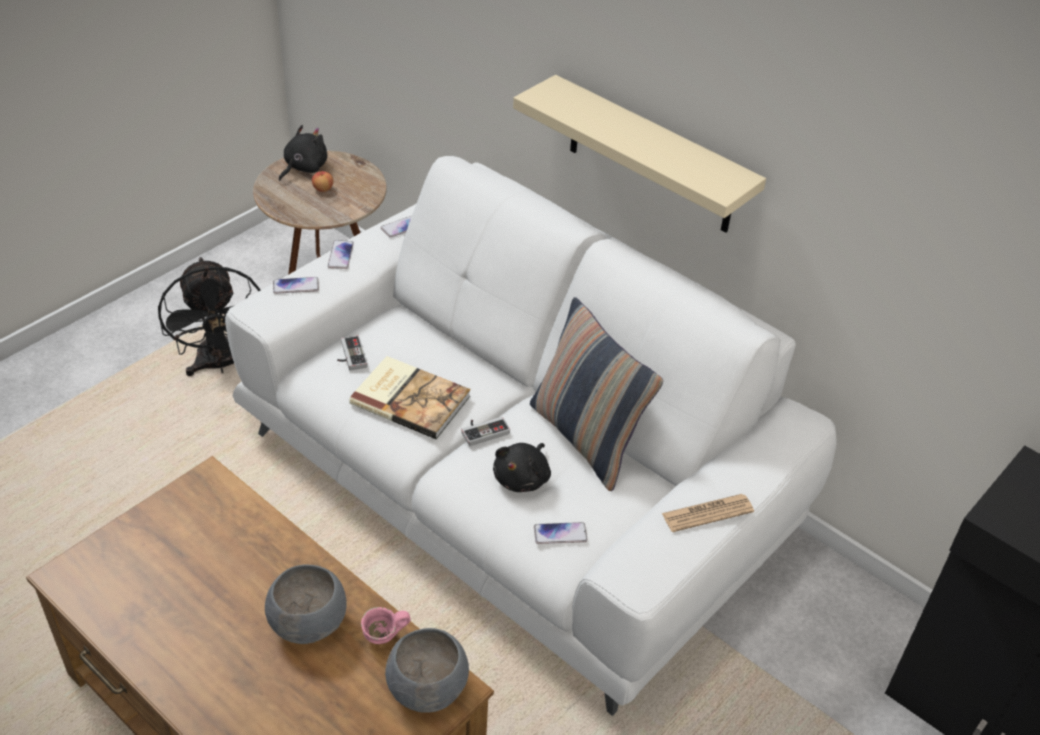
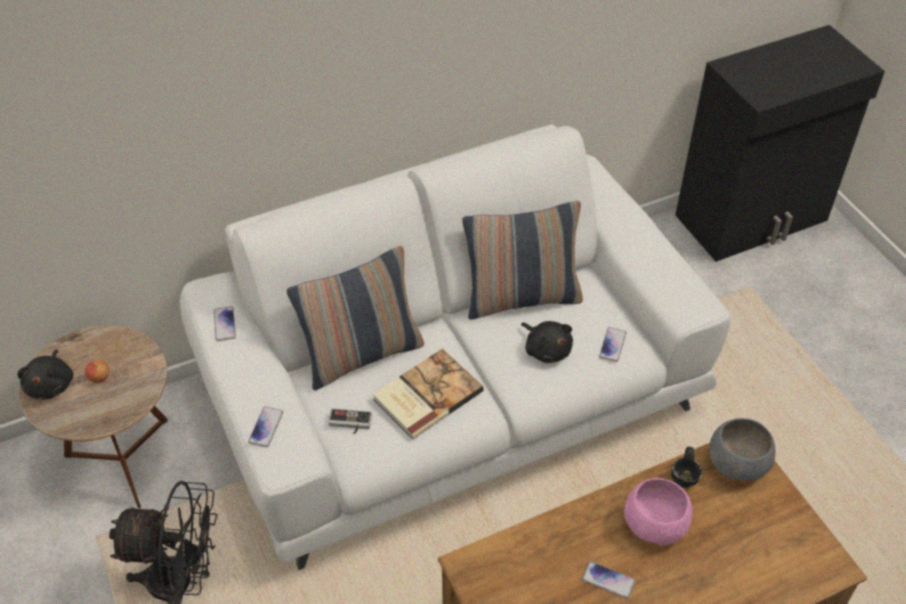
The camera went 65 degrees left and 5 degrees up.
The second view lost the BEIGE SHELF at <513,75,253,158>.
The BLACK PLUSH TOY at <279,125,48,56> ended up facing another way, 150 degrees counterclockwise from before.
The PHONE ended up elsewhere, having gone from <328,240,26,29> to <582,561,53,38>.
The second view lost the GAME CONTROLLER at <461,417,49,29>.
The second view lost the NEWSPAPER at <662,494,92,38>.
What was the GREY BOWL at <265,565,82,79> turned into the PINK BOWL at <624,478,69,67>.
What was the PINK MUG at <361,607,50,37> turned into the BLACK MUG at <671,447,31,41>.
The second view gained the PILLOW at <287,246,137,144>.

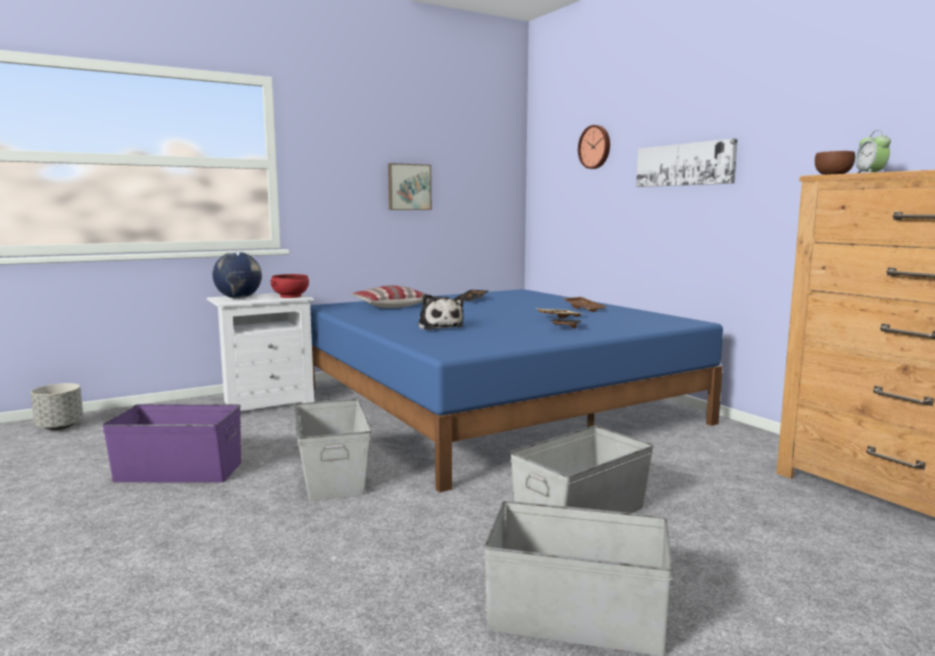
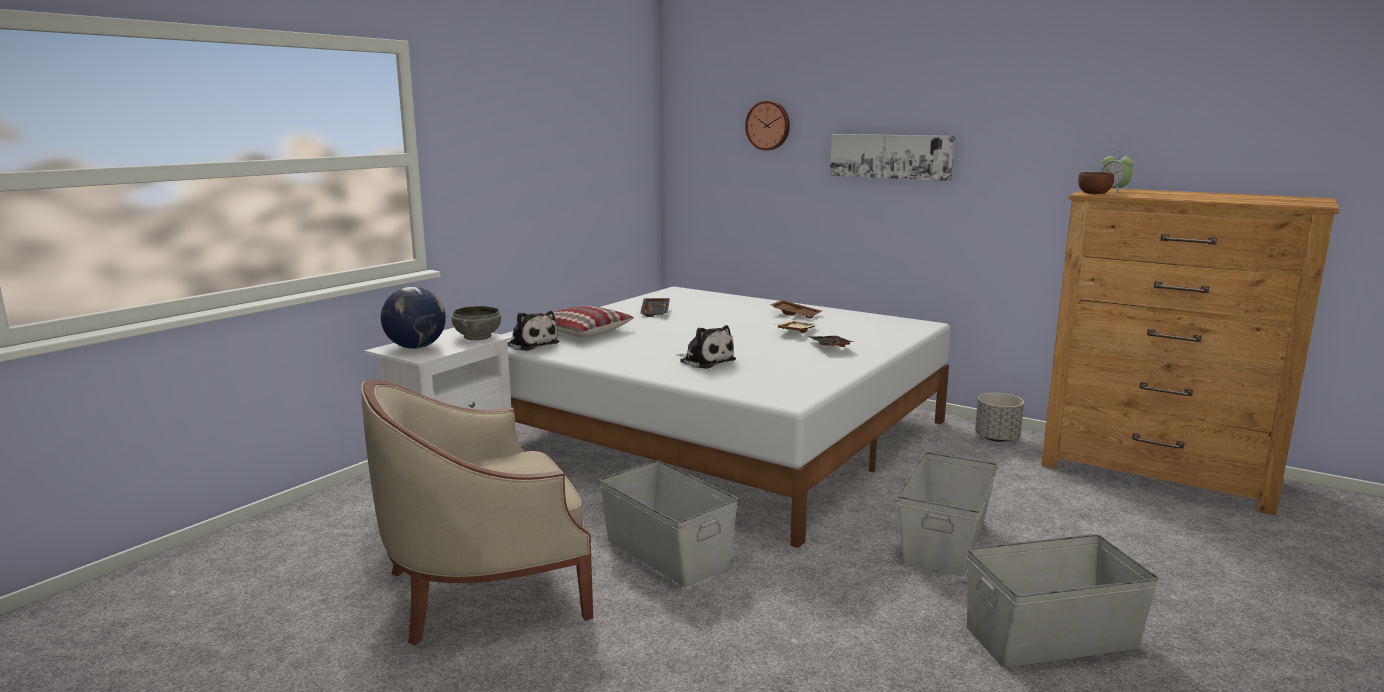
The camera went 25 degrees left and 5 degrees up.
The second view lost the PICTURE at <388,163,44,47>.
What was the RED BOWL at <271,274,38,24> turned into the GREY BOWL at <452,306,49,34>.
What was the BLUE BED at <310,289,413,204> turned into the WHITE BED at <501,286,449,262>.
The GREY PLANTER ended up elsewhere, having gone from <31,383,53,47> to <975,393,49,49>.
Where the PURPLE STORAGE BOX stood at <102,404,139,79>, the BEIGE ARMCHAIR came to stand at <361,379,232,266>.
The second view gained the PLUSH TOY at <508,311,51,40>.

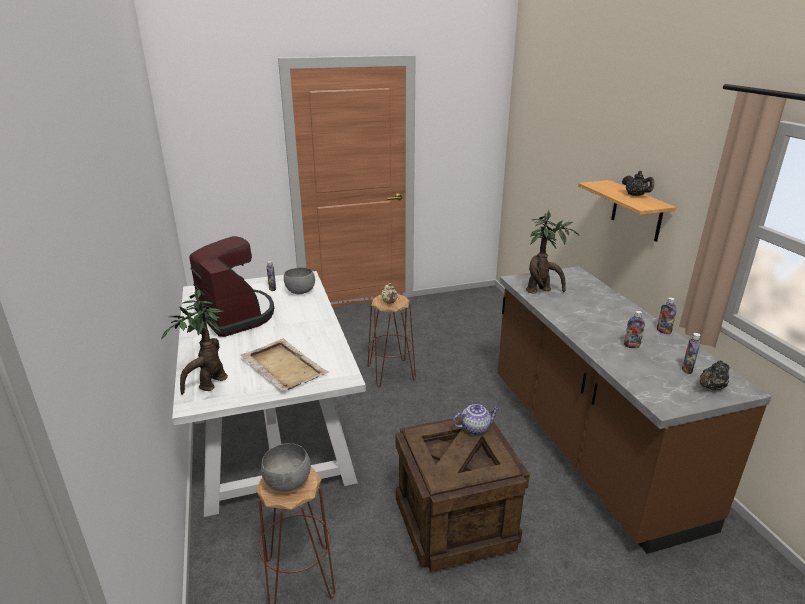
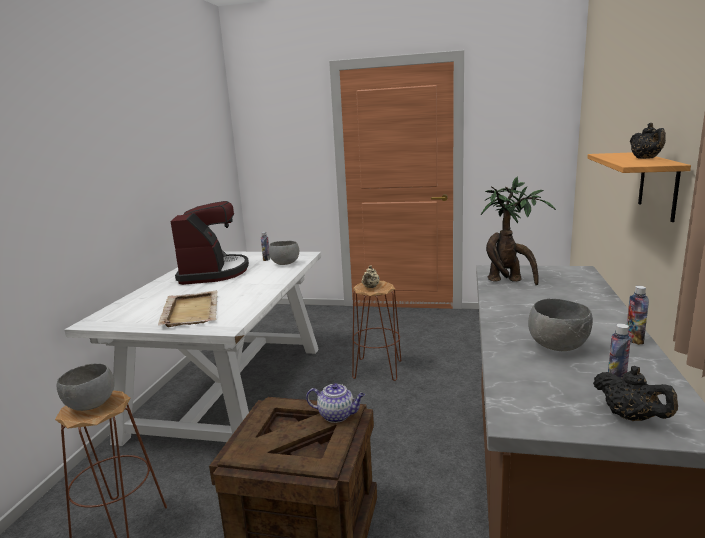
The camera went 30 degrees right and 10 degrees down.
The second view lost the POTTED PLANT at <161,289,67,106>.
Where the BOTTLE stood at <624,311,21,37>, the GREY BOWL came to stand at <528,299,65,52>.
The BLACK TEAPOT at <700,361,30,30> ended up facing another way, 120 degrees counterclockwise from before.

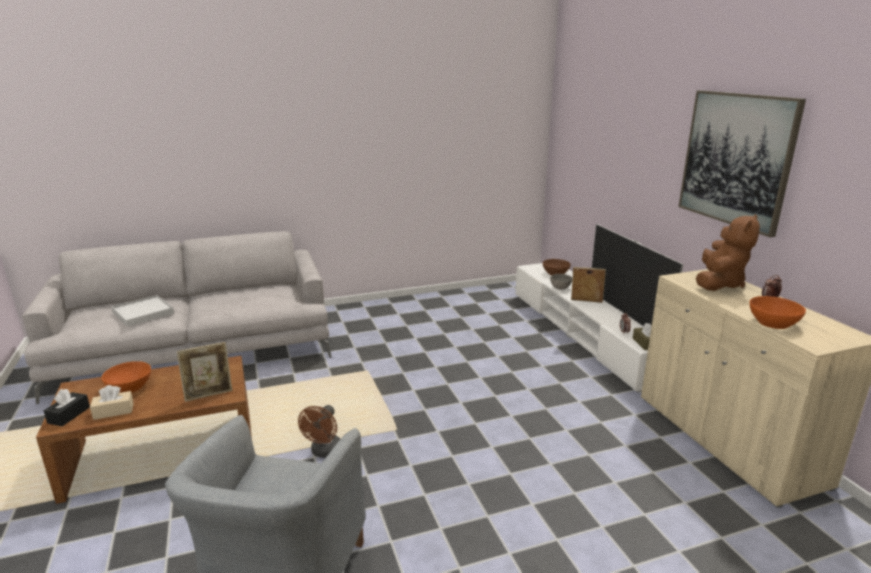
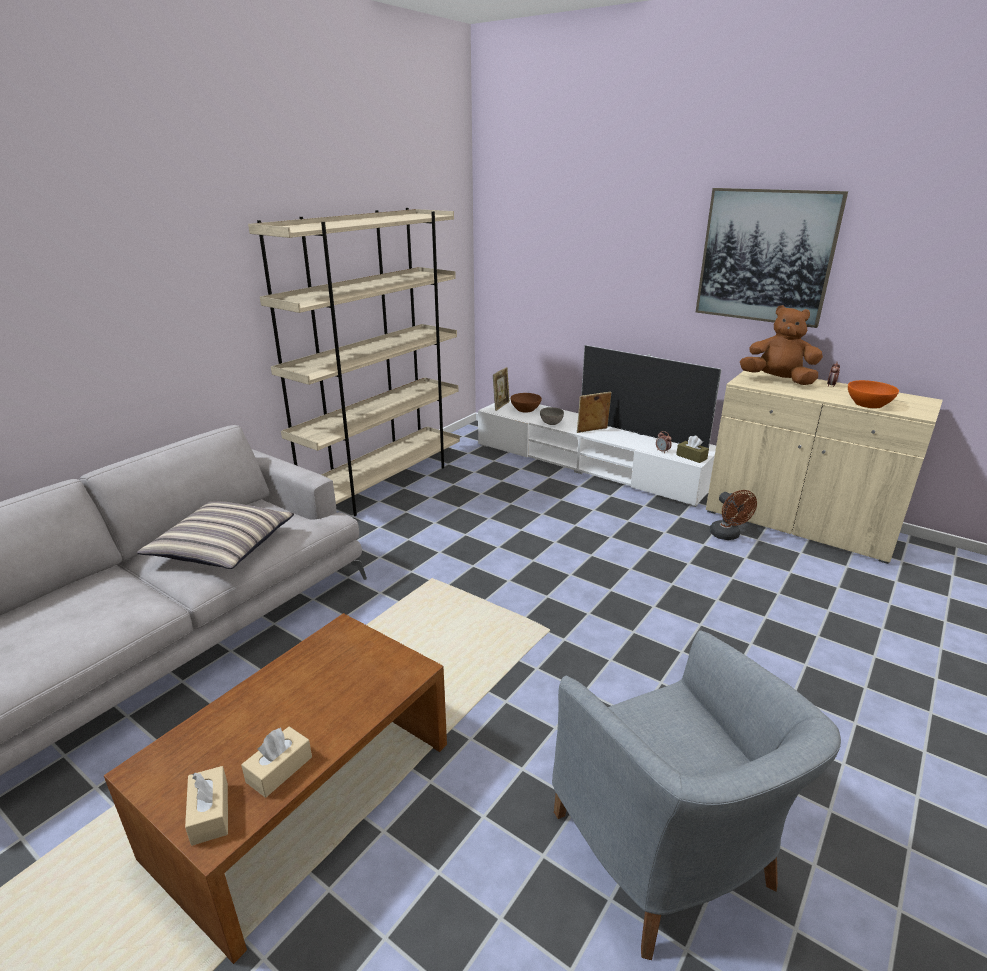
The camera went 35 degrees left and 5 degrees up.
The BROWN PLUSH TOY at <696,214,64,77> ended up facing another way, 60 degrees counterclockwise from before.
The second view lost the WHITE TRAY at <112,295,62,32>.
The PICTURE FRAME ended up elsewhere, having gone from <177,342,55,60> to <493,367,17,44>.
The second view lost the ORANGE BOWL at <101,361,50,32>.
What was the BLACK TISSUE BOX at <44,389,46,37> turned into the BEIGE TISSUE BOX at <185,766,43,80>.
The BROWN FAN ended up elsewhere, having gone from <298,405,42,53> to <710,490,47,50>.
The second view gained the BEIGE BOOKCASE at <248,208,212,308>.
The second view gained the PILLOW at <137,501,157,68>.

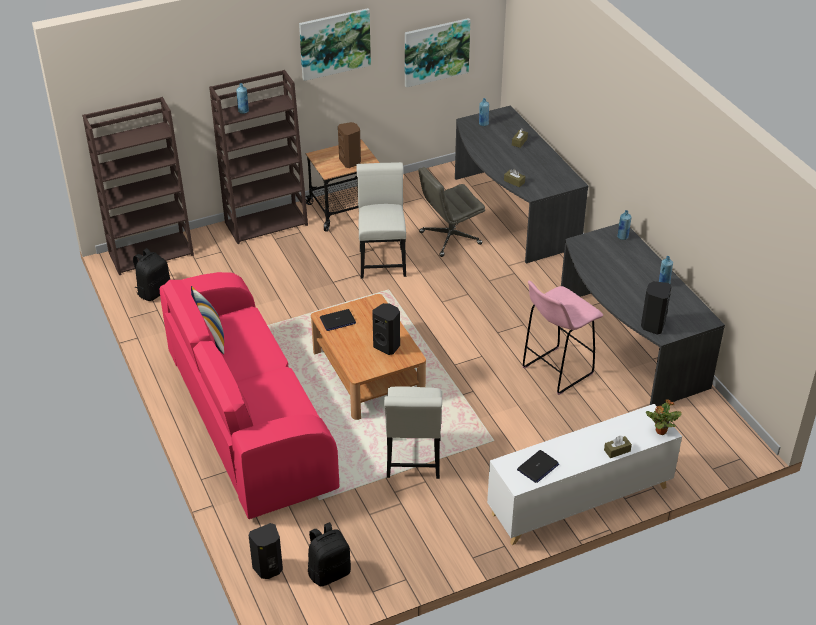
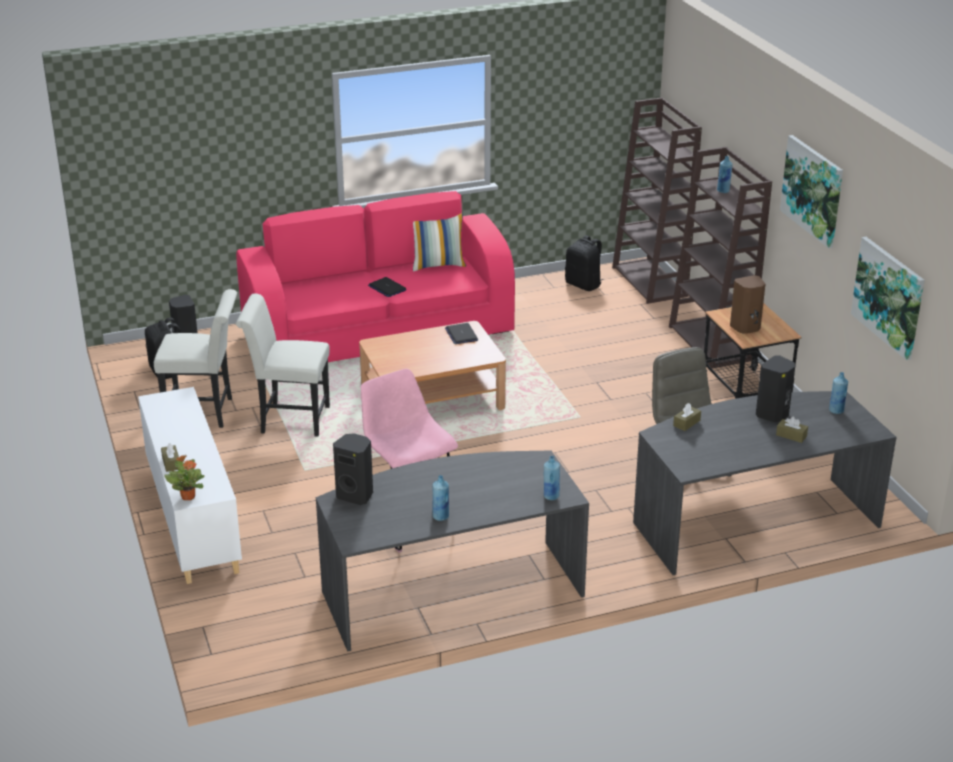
The camera went 95 degrees right and 10 degrees down.
The WHITE CHAIR ended up elsewhere, having gone from <356,162,50,117> to <154,289,83,139>.
The BLACK SPEAKER ended up elsewhere, having gone from <372,303,28,52> to <756,356,39,66>.
The LAPTOP ended up elsewhere, having gone from <517,450,42,33> to <368,277,39,20>.

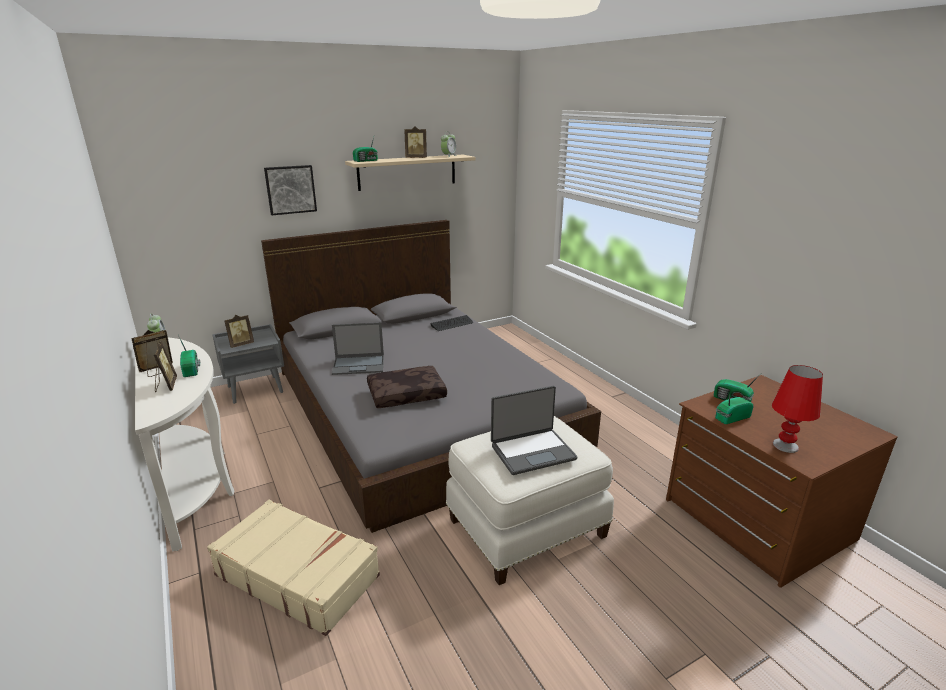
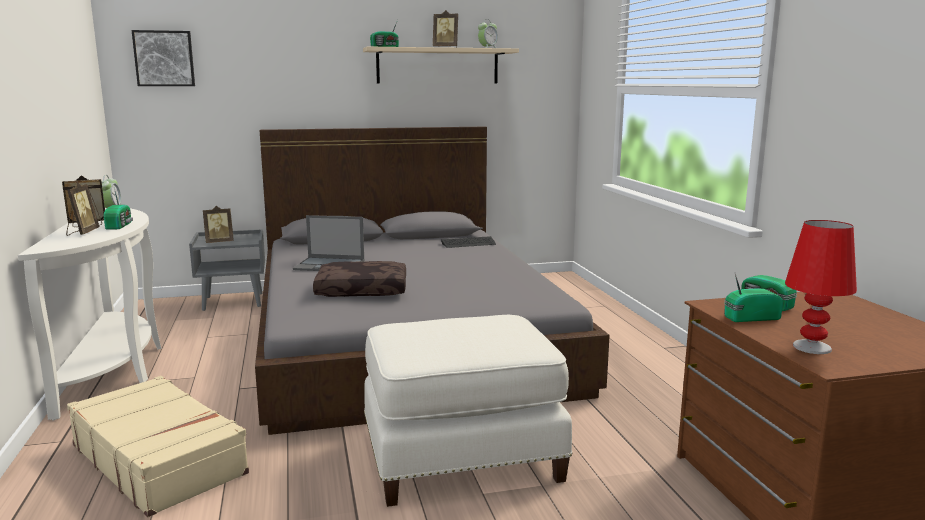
The camera went 15 degrees right and 10 degrees down.
The PICTURE ended up elsewhere, having gone from <264,165,53,50> to <132,30,63,56>.
The second view lost the LAPTOP at <491,386,86,89>.

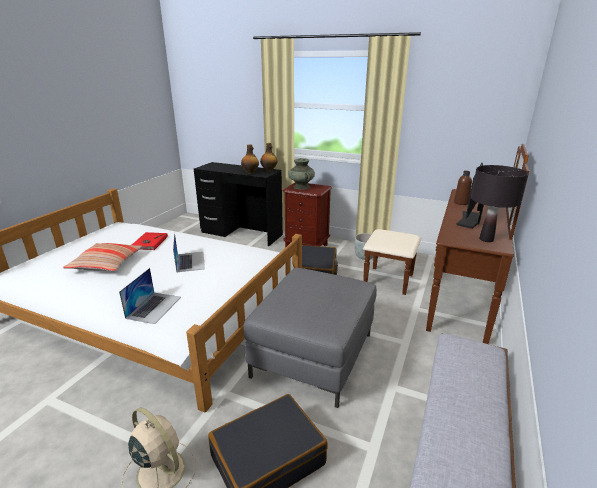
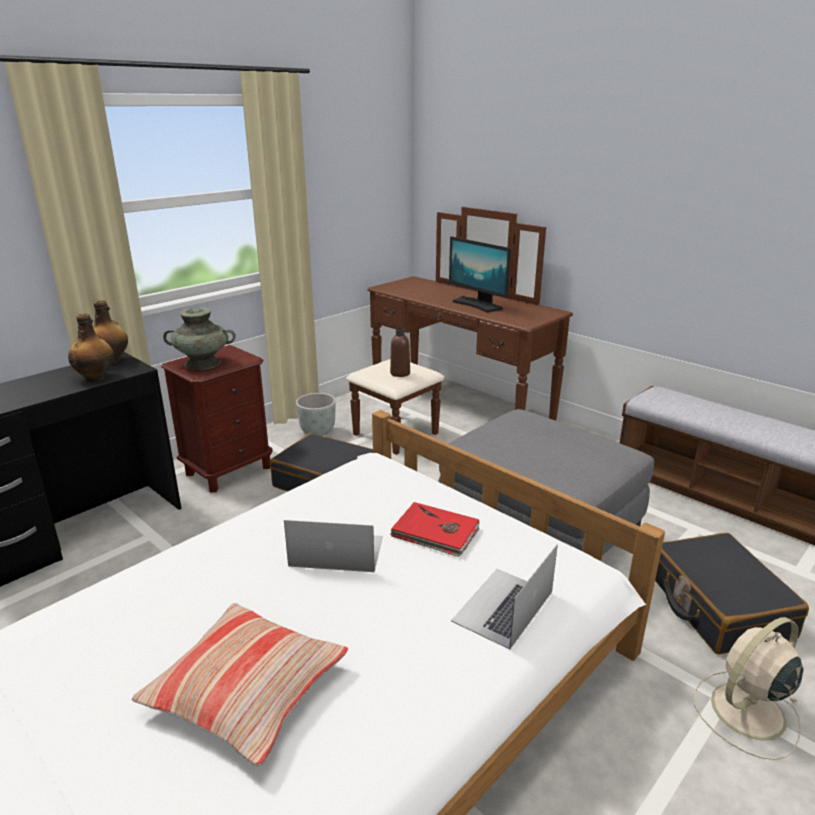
The camera went 70 degrees left and 0 degrees up.
The second view lost the BLACK TABLE LAMP at <471,165,57,77>.
The BROWN BOTTLE ended up elsewhere, having gone from <454,171,18,34> to <390,328,20,49>.
The RED BOOK ended up elsewhere, having gone from <132,232,36,18> to <390,502,90,55>.
The LAPTOP at <119,268,62,56> ended up facing another way, 90 degrees counterclockwise from before.

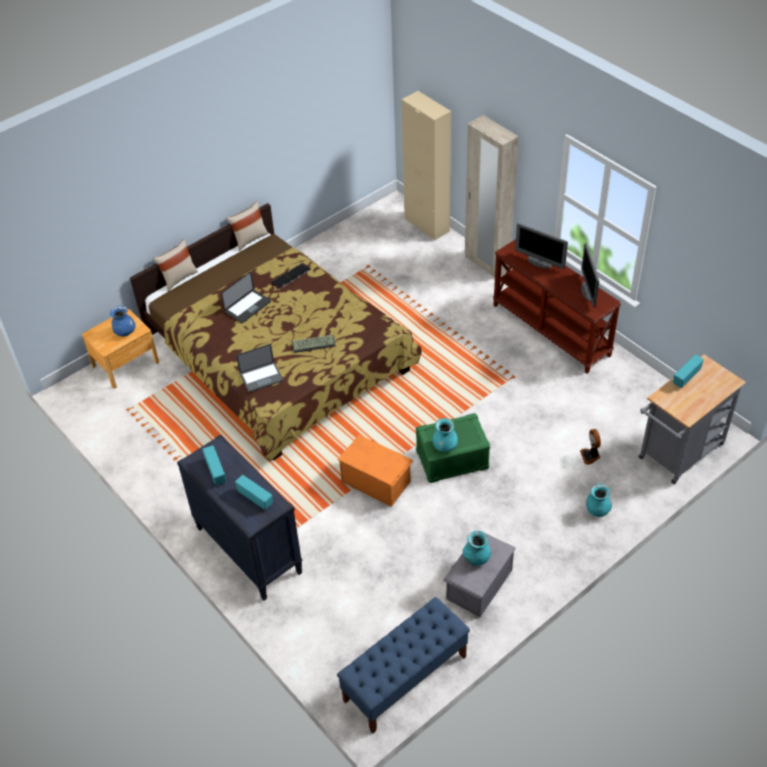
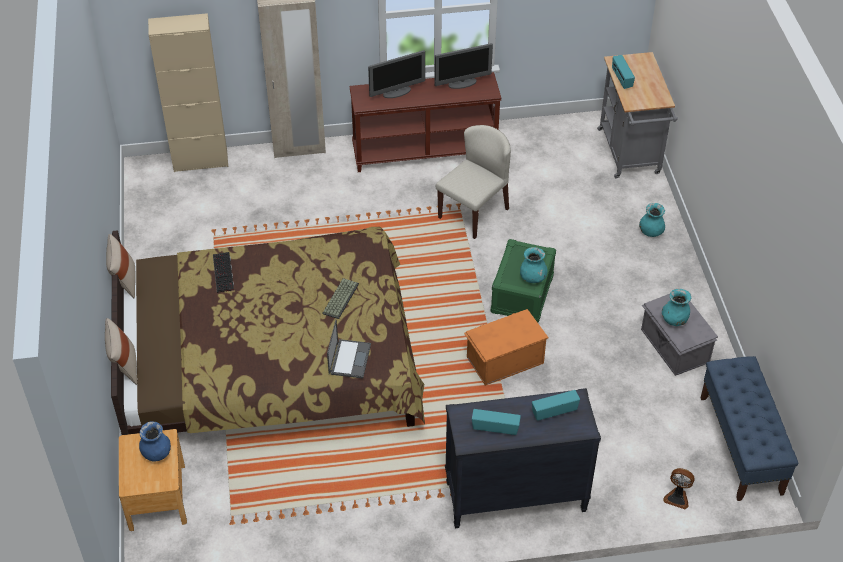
The camera went 60 degrees left and 0 degrees up.
The MONITOR at <581,243,18,64> ended up facing another way, 45 degrees counterclockwise from before.
The second view lost the LAPTOP at <221,272,50,51>.
The FAN ended up elsewhere, having gone from <580,429,21,36> to <663,468,32,41>.
The second view gained the BEIGE CHAIR at <436,125,75,114>.

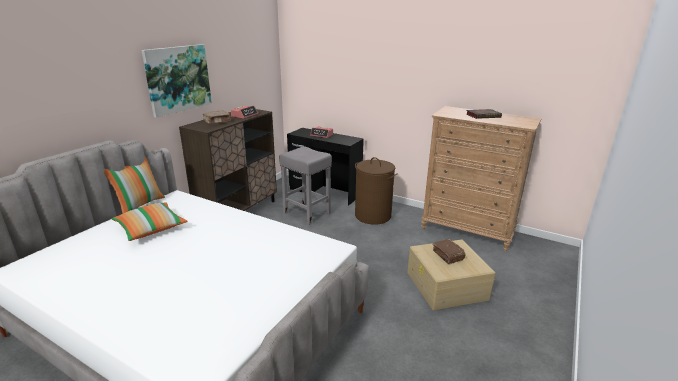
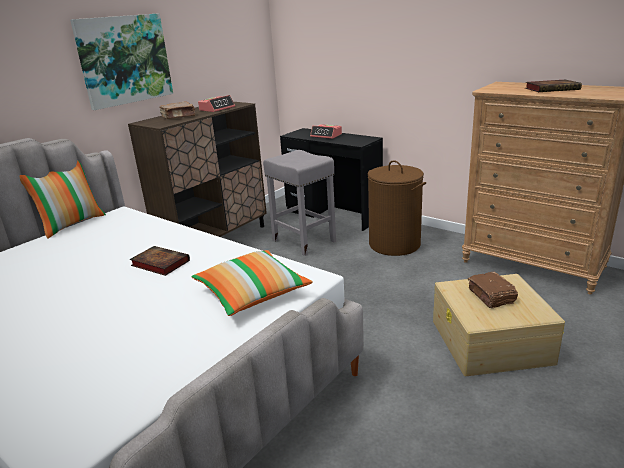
The camera went 10 degrees right and 0 degrees up.
The PILLOW ended up elsewhere, having gone from <112,202,75,39> to <191,250,122,66>.
The second view gained the BOOK at <130,246,60,30>.

